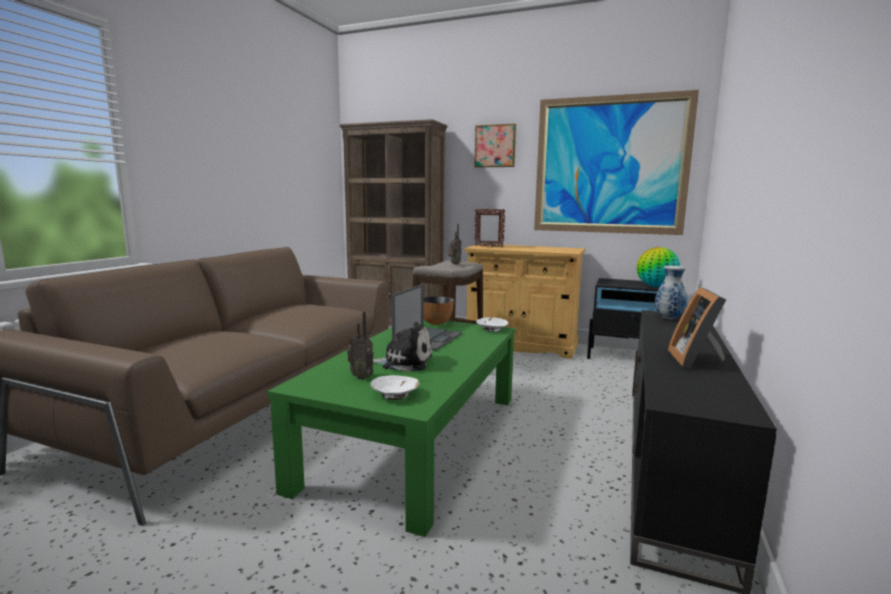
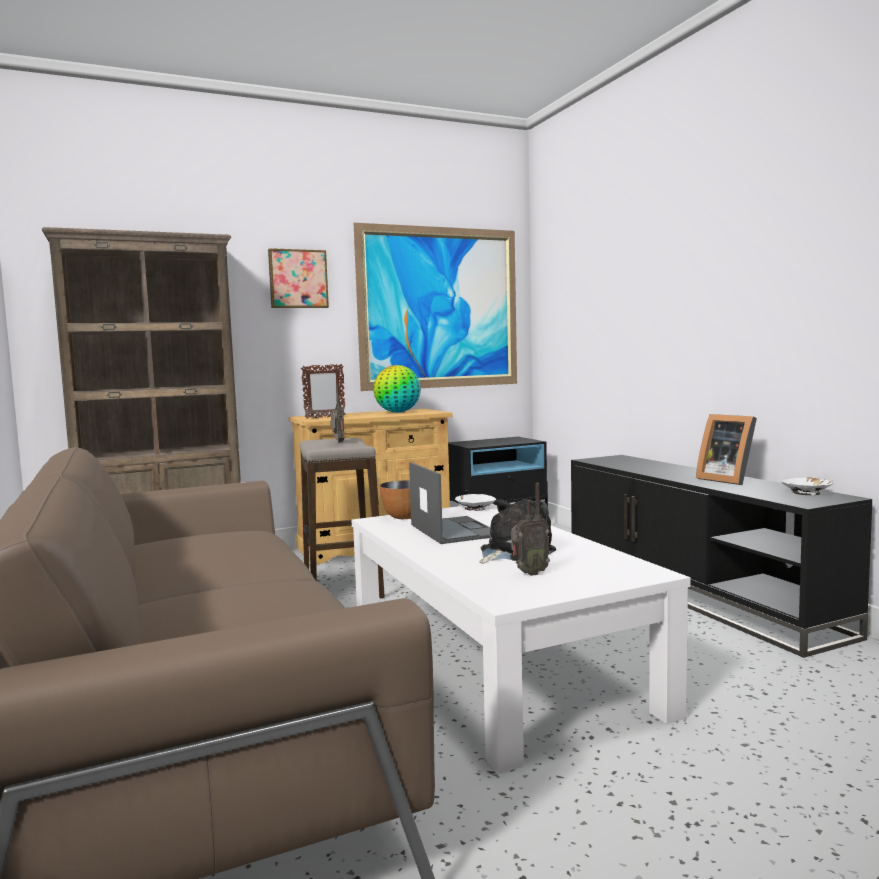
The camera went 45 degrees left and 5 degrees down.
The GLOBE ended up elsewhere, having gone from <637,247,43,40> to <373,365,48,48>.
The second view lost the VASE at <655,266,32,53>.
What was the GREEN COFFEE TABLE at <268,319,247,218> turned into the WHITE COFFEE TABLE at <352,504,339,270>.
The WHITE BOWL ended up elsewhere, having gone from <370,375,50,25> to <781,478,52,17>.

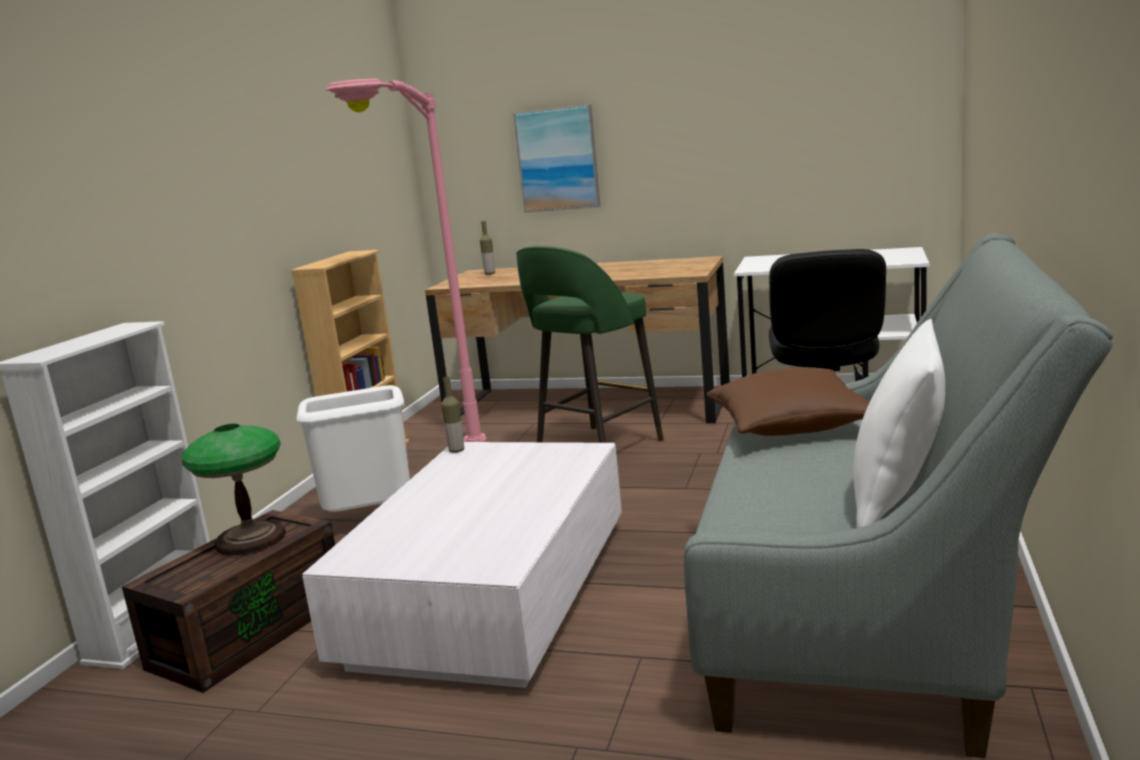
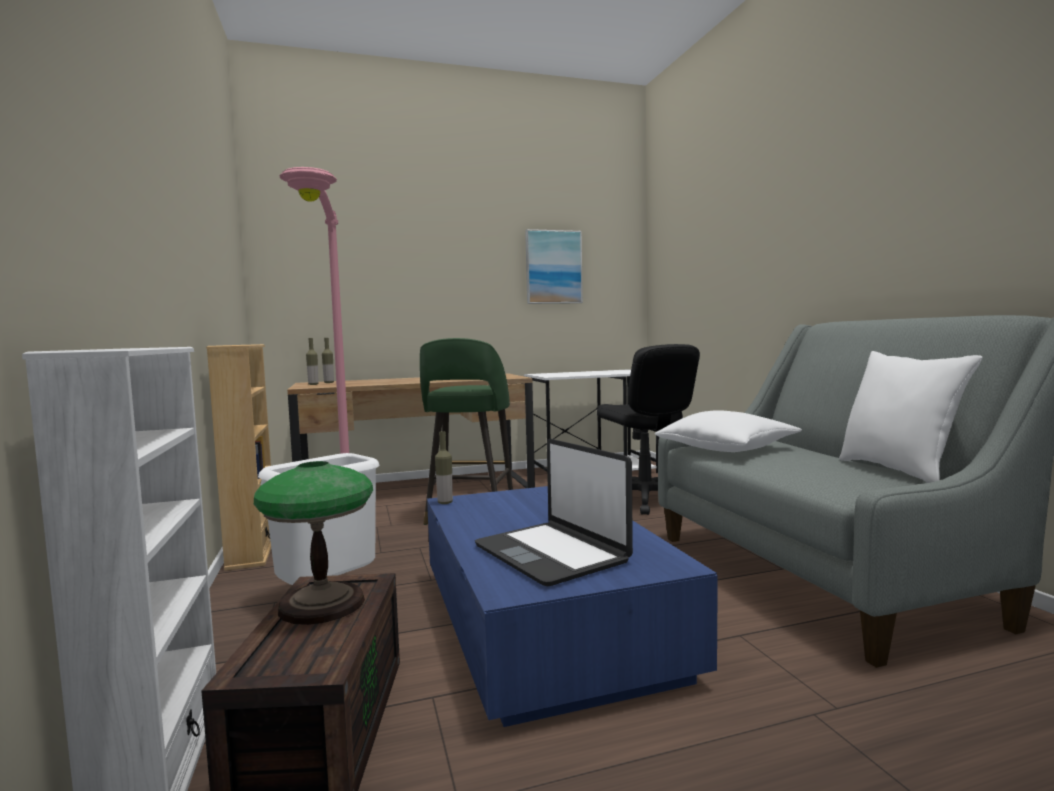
The camera went 35 degrees left and 10 degrees down.
The PICTURE ended up elsewhere, having gone from <513,104,87,109> to <525,229,58,75>.
What was the BROWN PILLOW at <707,368,163,68> turned into the WHITE PILLOW at <655,410,147,42>.
What was the WHITE COFFEE TABLE at <302,442,320,246> turned into the BLUE COFFEE TABLE at <427,486,291,241>.
The second view gained the BOTTLE at <306,338,13,47>.
The second view gained the LAPTOP at <475,439,158,147>.

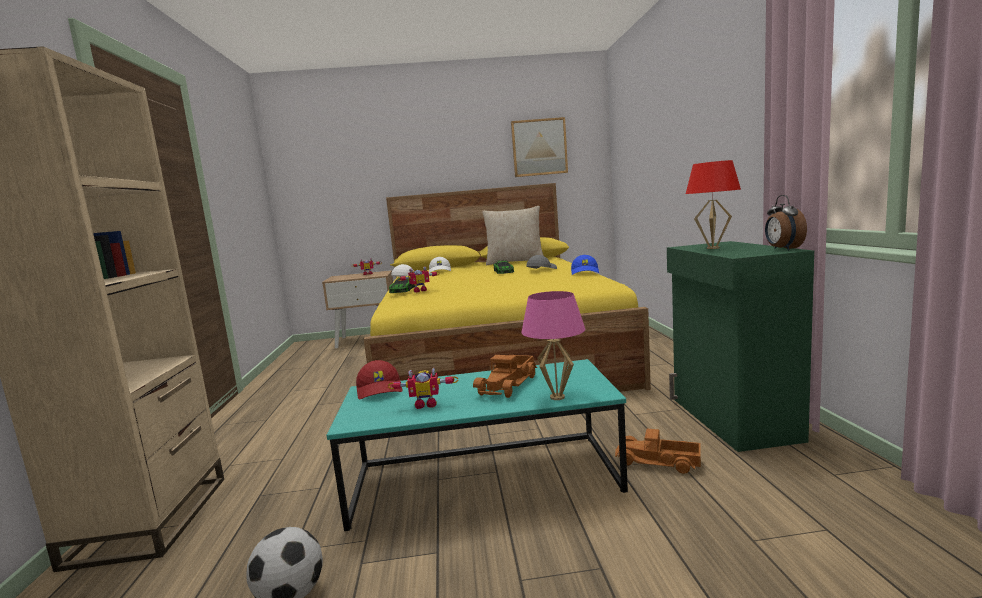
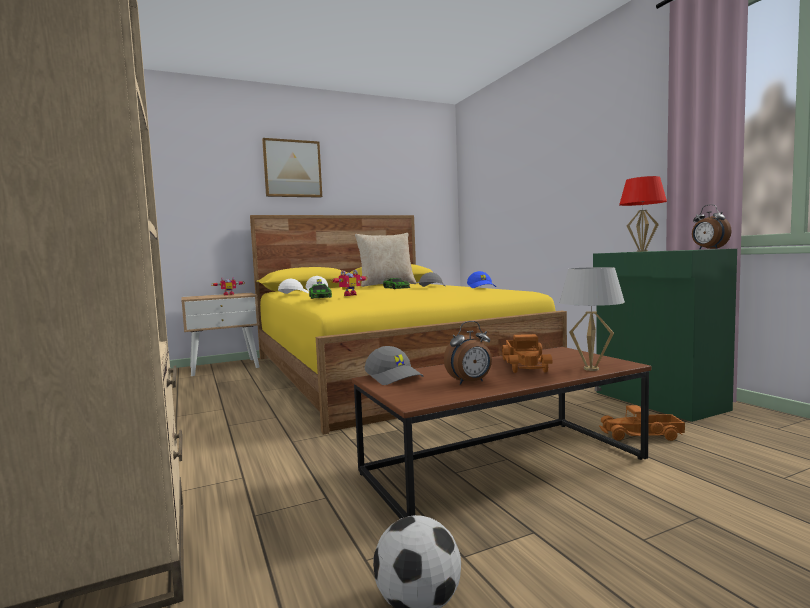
The camera went 20 degrees left and 5 degrees down.
The PICTURE ended up elsewhere, having gone from <511,117,57,60> to <262,138,60,60>.
What was the PINK TABLE LAMP at <521,291,64,109> turned into the WHITE TABLE LAMP at <559,267,66,104>.
What was the TURQUOISE COFFEE TABLE at <326,359,302,172> turned into the BROWN COFFEE TABLE at <352,347,299,172>.
What was the RED CAP at <356,360,47,39> turned into the GREY CAP at <364,346,60,39>.
Where the TOY ROBOT stood at <388,368,71,41>, the ALARM CLOCK came to stand at <444,321,48,64>.

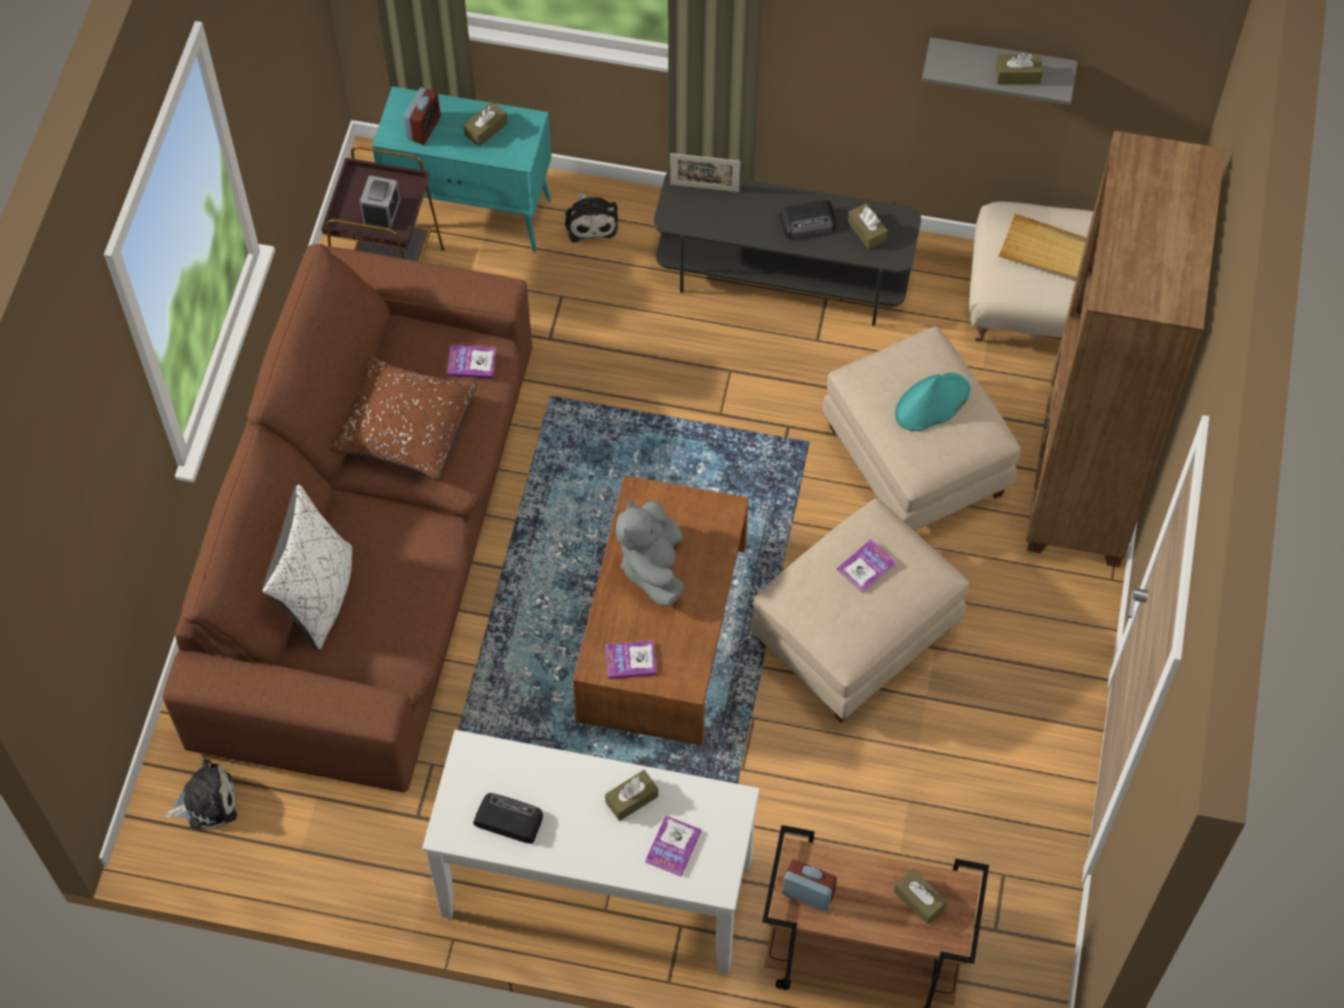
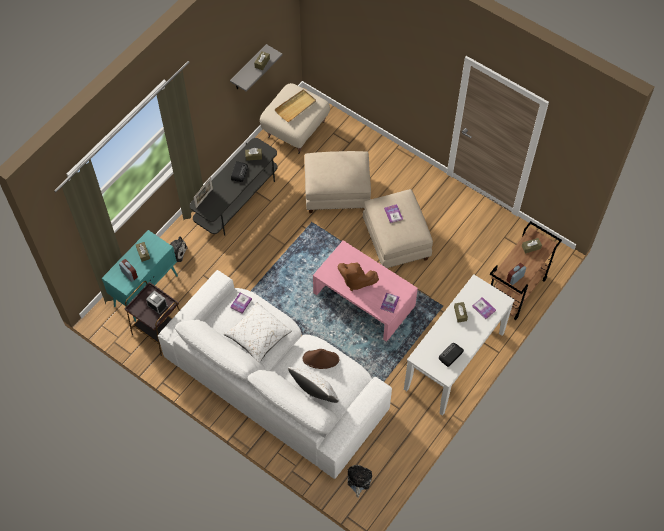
The camera went 65 degrees left and 0 degrees up.
The second view lost the BROWN BOOKCASE at <1026,131,199,436>.
What was the BROWN SOFA at <163,244,369,548> turned into the WHITE SOFA at <158,270,234,209>.
What was the BROWN PILLOW at <329,355,148,125> turned into the WHITE PILLOW at <224,302,67,61>.
The second view lost the TURQUOISE HAT at <895,372,75,59>.
What was the BROWN COFFEE TABLE at <573,475,176,270> turned into the PINK COFFEE TABLE at <313,240,105,102>.
What was the GREY PLUSH TOY at <616,499,68,107> turned into the BROWN PLUSH TOY at <338,262,41,29>.
The second view gained the BROWN HAT at <303,349,36,20>.

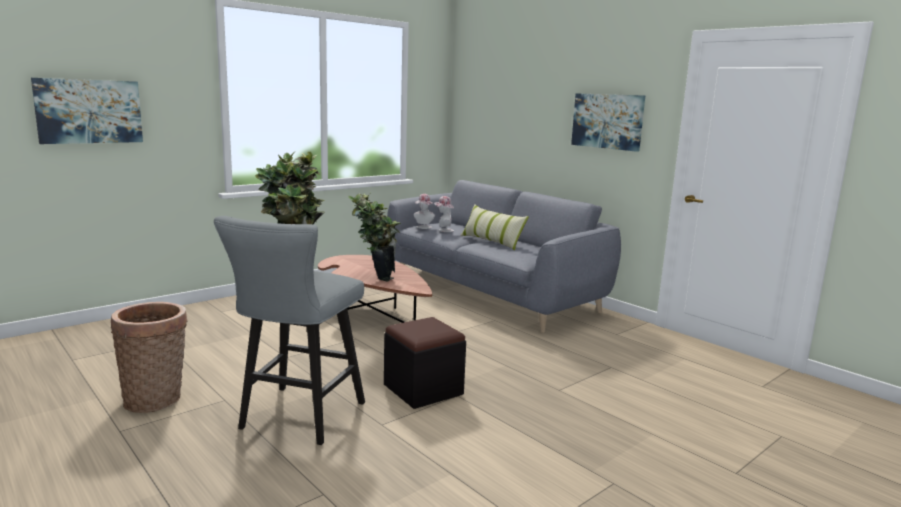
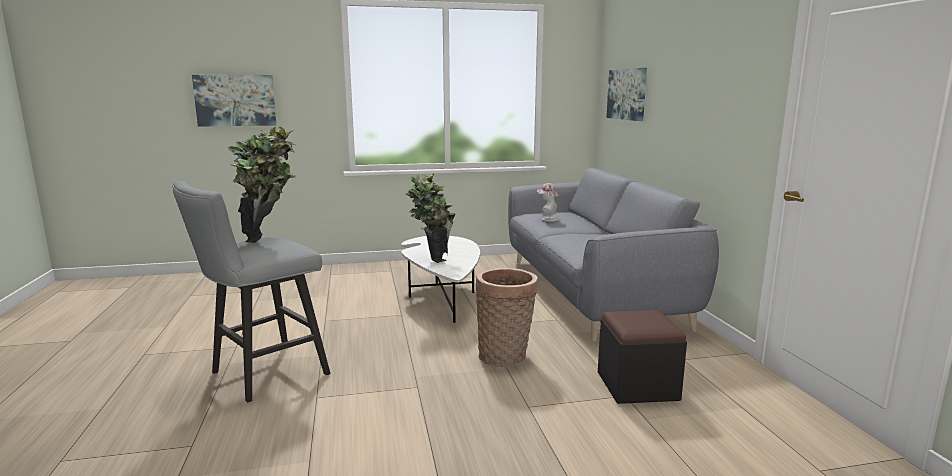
The camera went 30 degrees right and 0 degrees up.
The PICTURE ended up elsewhere, having gone from <571,93,74,59> to <606,68,41,53>.
The second view lost the HAT at <414,194,21,35>.
The second view lost the PILLOW at <461,204,68,46>.
What was the BROWN COFFEE TABLE at <318,255,114,68> turned into the WHITE COFFEE TABLE at <401,236,79,87>.
The BASKET ended up elsewhere, having gone from <111,302,77,111> to <475,268,63,99>.
The BLACK OTTOMAN ended up elsewhere, having gone from <384,317,82,92> to <598,310,89,94>.

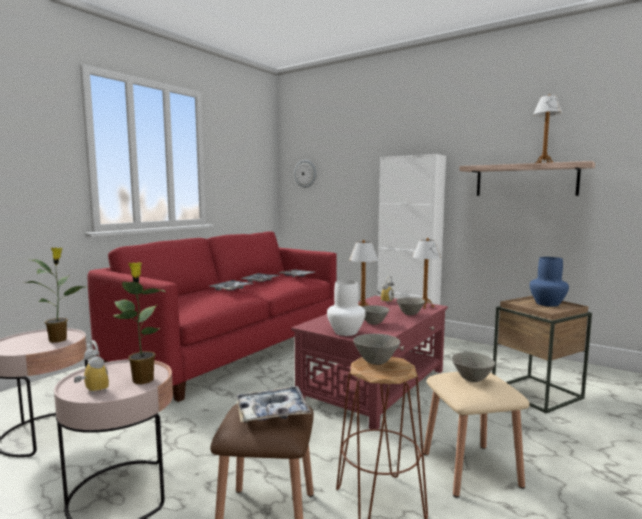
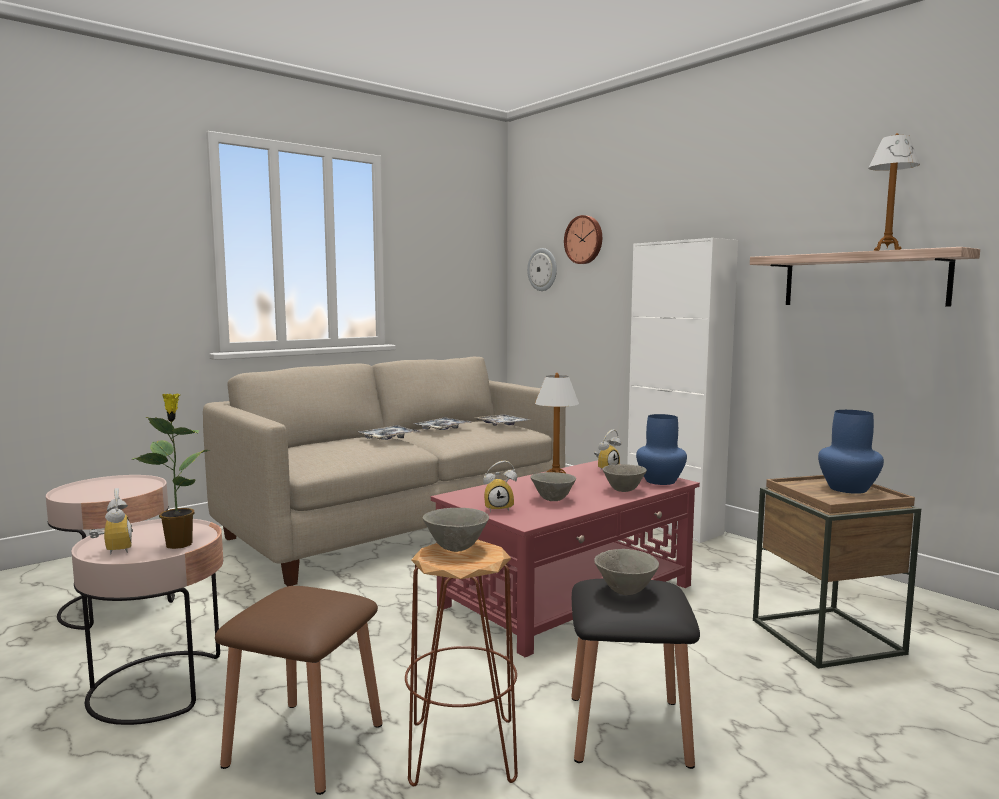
The camera went 15 degrees right and 0 degrees up.
What was the RED SOFA at <88,232,249,170> turned into the BEIGE SOFA at <203,357,363,229>.
Where the TABLE LAMP stood at <412,238,29,71>, the BLUE VASE came to stand at <636,414,51,71>.
The second view lost the POTTED PLANT at <26,247,58,96>.
Where the WHITE VASE stood at <327,280,39,56>, the ALARM CLOCK came to stand at <483,461,34,51>.
What was the BEIGE STOOL at <423,372,107,126> turned into the BLACK STOOL at <571,579,129,190>.
The second view lost the TRAY at <236,386,76,37>.
The second view gained the WALL CLOCK at <564,215,38,49>.

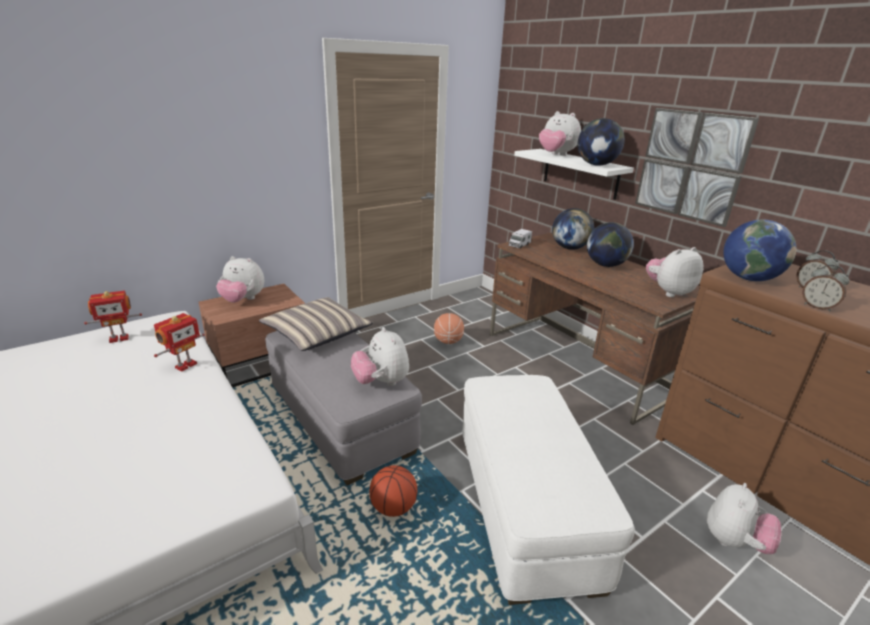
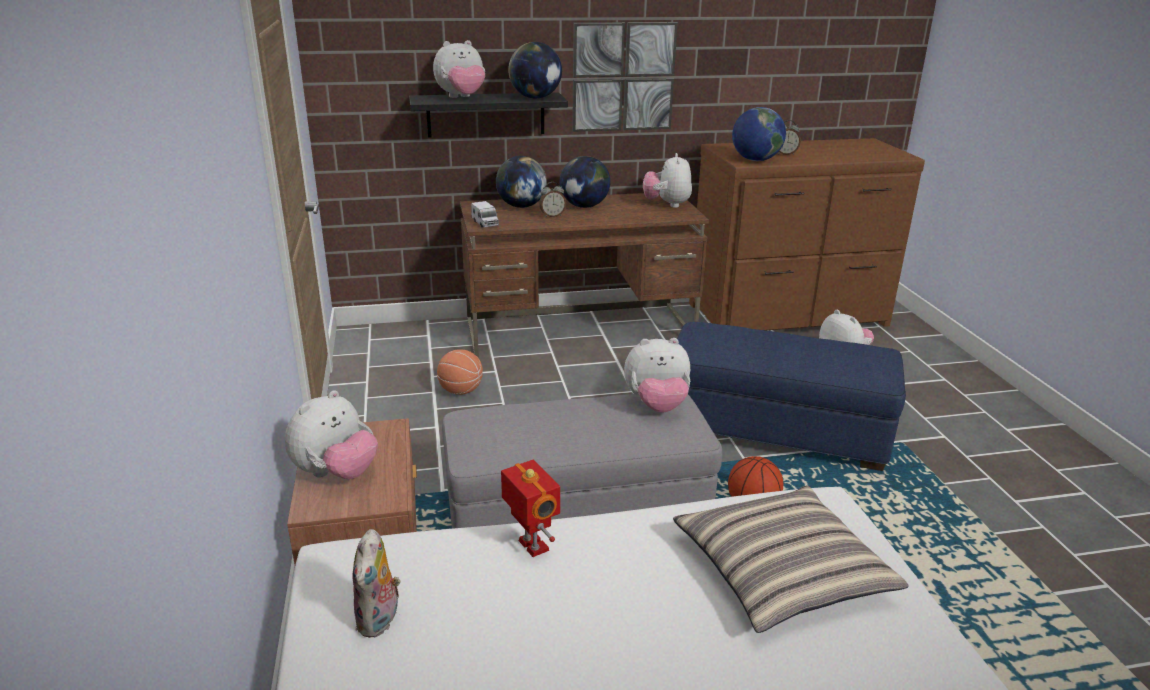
The camera went 65 degrees left and 0 degrees up.
What was the WHITE SHELF at <514,149,120,51> turned into the BLACK SHELF at <409,92,159,46>.
The ALARM CLOCK ended up elsewhere, having gone from <802,265,47,47> to <539,182,27,36>.
Where the TOY ROBOT stood at <84,291,58,52>, the PLUSH TOY came to stand at <352,529,49,109>.
The PILLOW ended up elsewhere, having gone from <259,297,114,54> to <673,485,236,148>.
What was the WHITE OTTOMAN at <462,375,173,230> turned into the BLUE OTTOMAN at <677,322,229,149>.

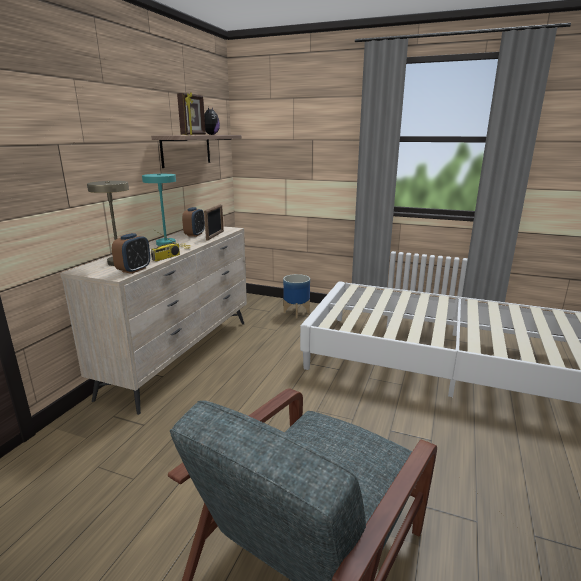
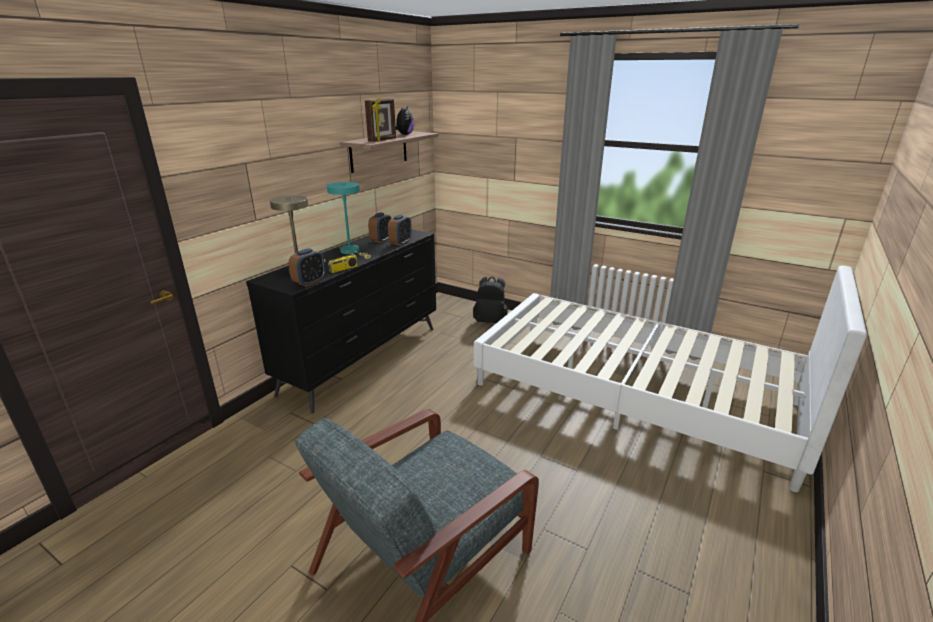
The camera went 10 degrees right and 5 degrees up.
Where the PICTURE FRAME stood at <204,204,20,37>, the ALARM CLOCK came to stand at <388,215,24,31>.
What was the BEIGE DRESSER at <60,226,187,189> turned into the BLACK DRESSER at <246,229,190,185>.
Where the PLANTER stood at <283,274,27,44>, the BLACK BACKPACK came to stand at <473,276,35,47>.

